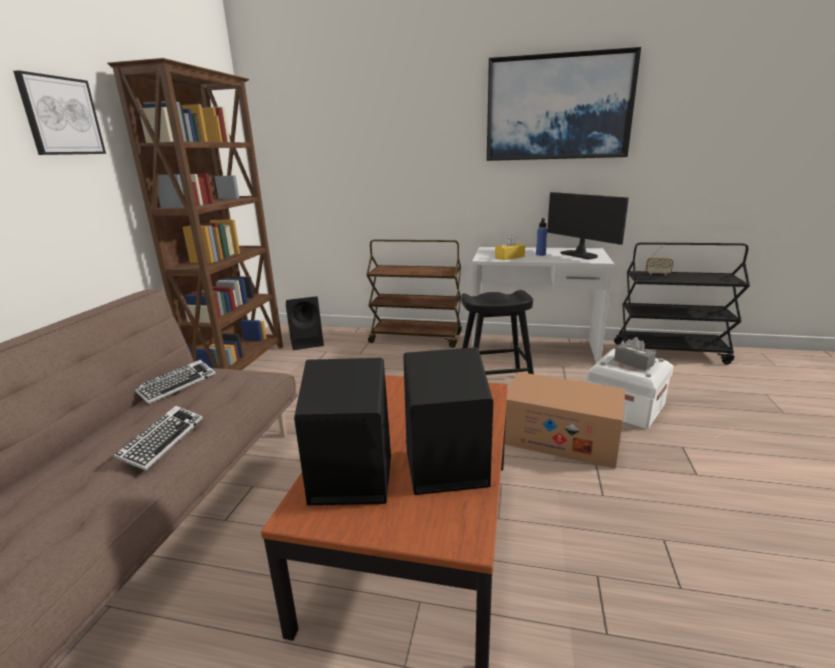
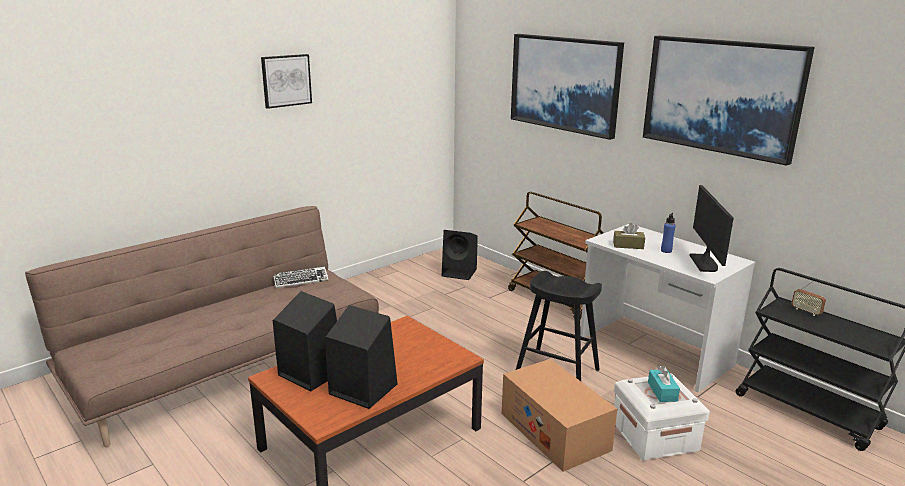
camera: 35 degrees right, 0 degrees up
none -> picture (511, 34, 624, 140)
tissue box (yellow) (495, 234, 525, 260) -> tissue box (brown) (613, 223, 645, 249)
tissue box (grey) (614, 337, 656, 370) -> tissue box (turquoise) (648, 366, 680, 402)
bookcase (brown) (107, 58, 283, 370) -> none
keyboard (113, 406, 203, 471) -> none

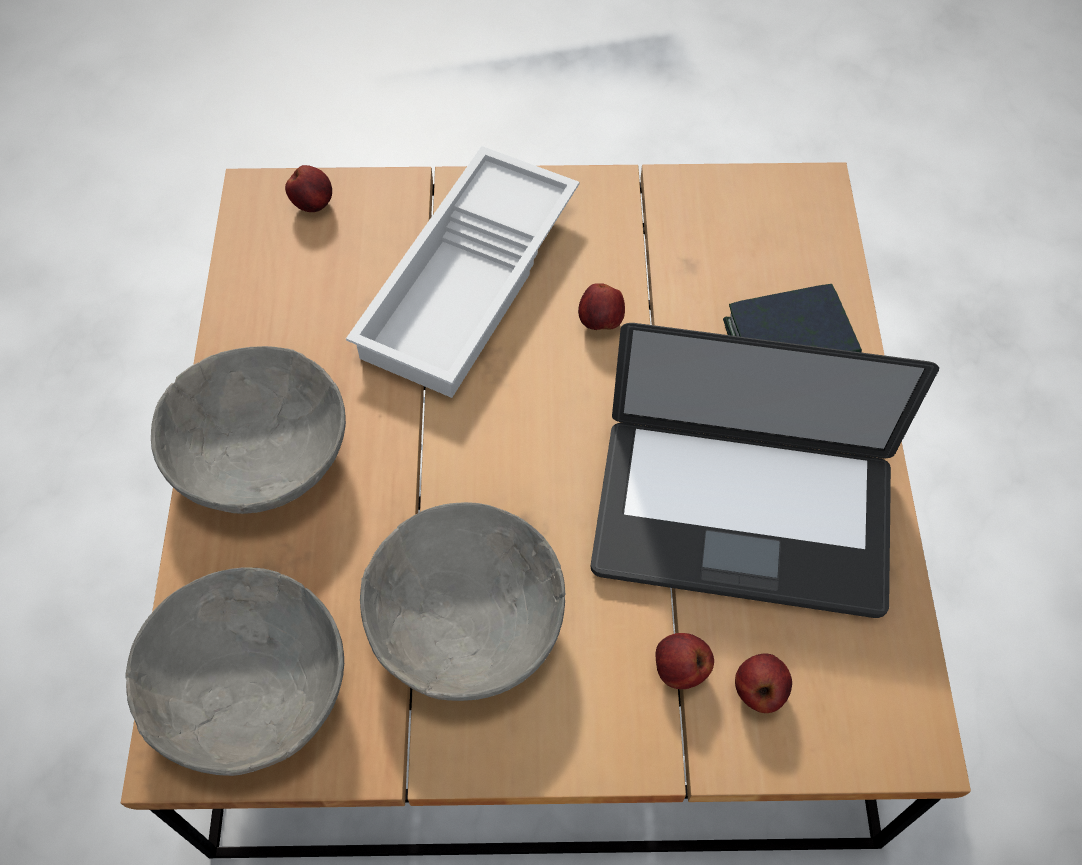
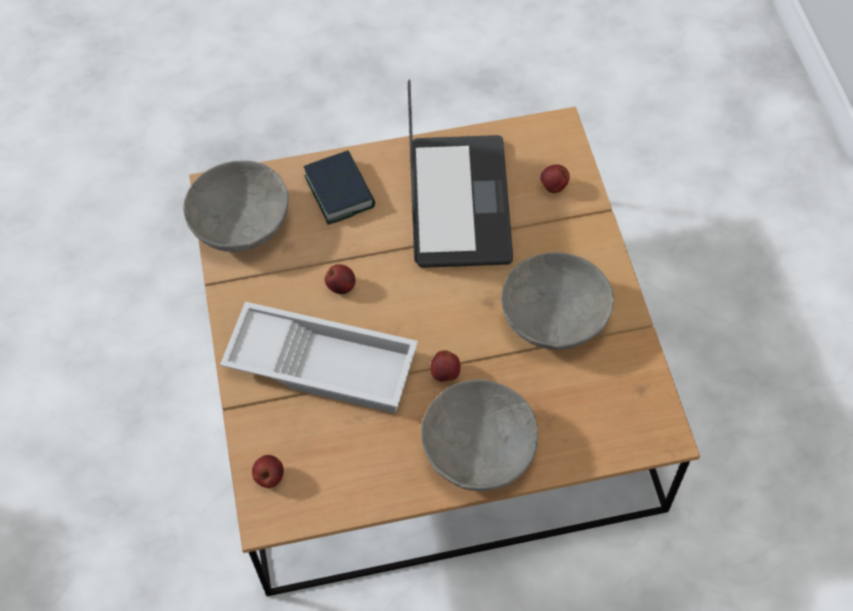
camera: 100 degrees left, 0 degrees up
bowl (grey) (125, 567, 344, 776) -> bowl (grey) (183, 161, 289, 252), move
apple (655, 633, 714, 689) -> apple (430, 350, 461, 381), move

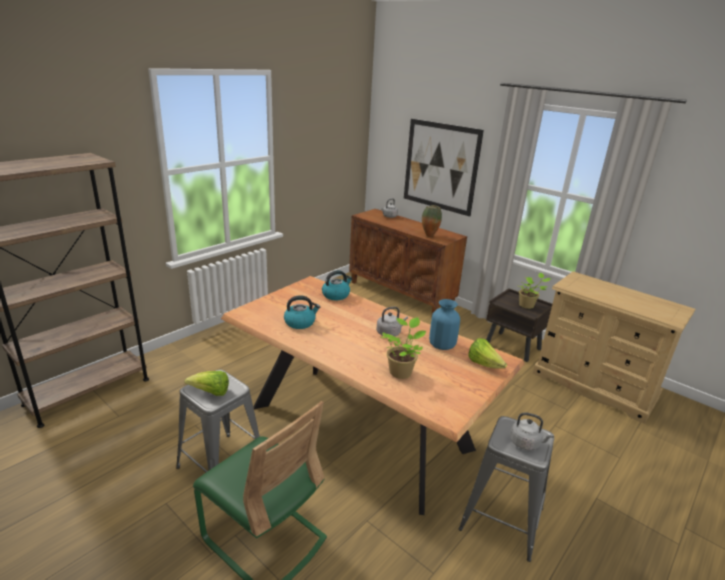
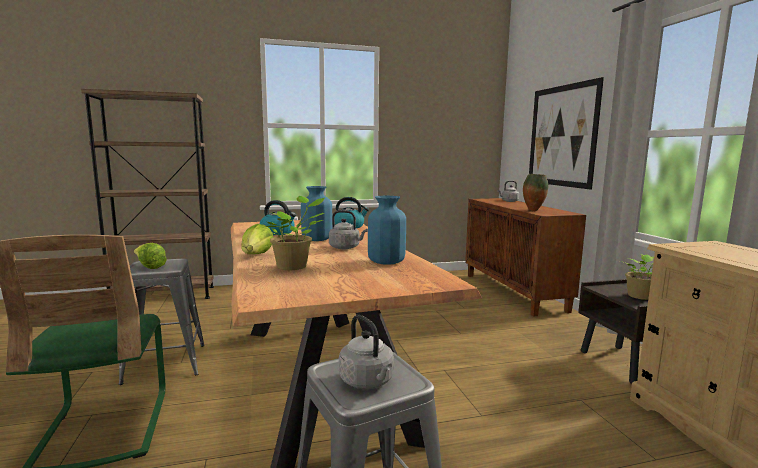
camera: 35 degrees right, 15 degrees down
lettuce (468, 338, 507, 369) -> lettuce (241, 224, 273, 254), move
none -> vase (blue) (301, 186, 332, 241)

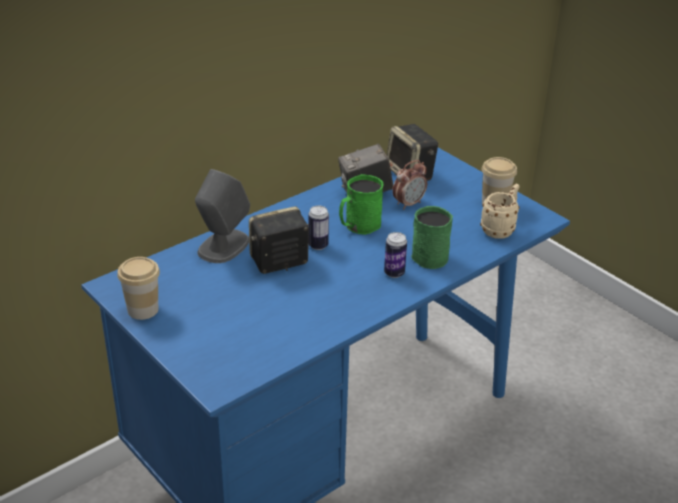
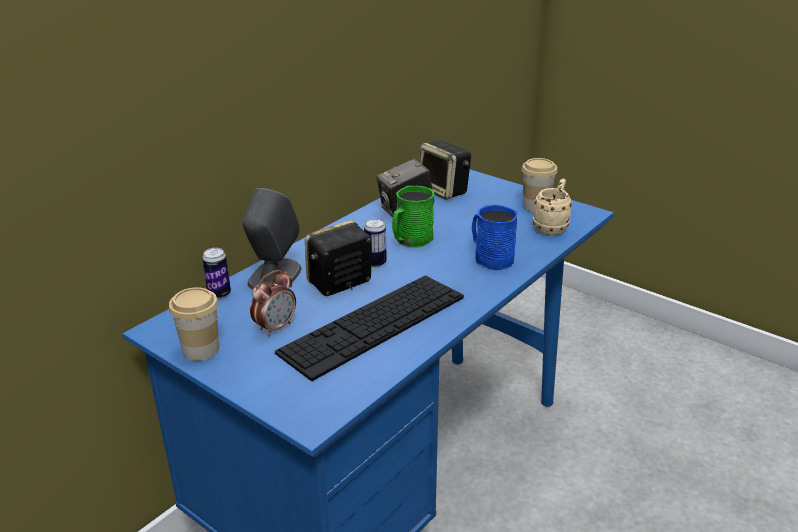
camera: 10 degrees left, 5 degrees down
can (384, 232, 407, 278) -> can (202, 248, 231, 299), move
alarm clock (392, 160, 427, 210) -> alarm clock (250, 270, 296, 336), move
none -> keyboard (275, 275, 464, 381)
mug (green) (411, 206, 453, 269) -> mug (blue) (472, 205, 517, 270)

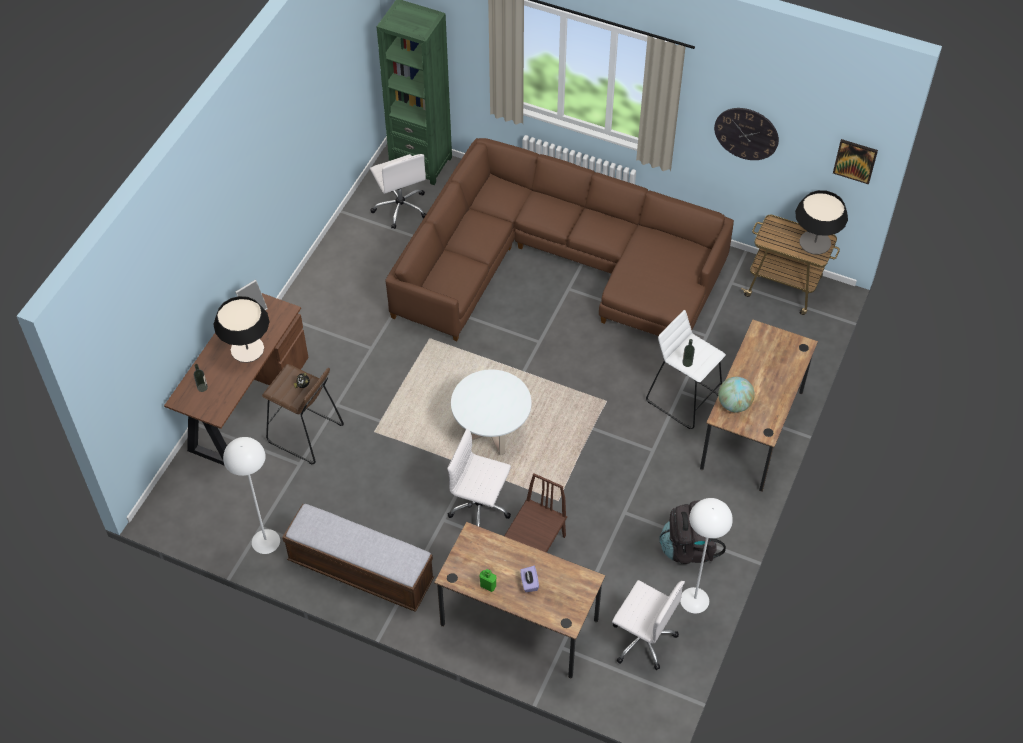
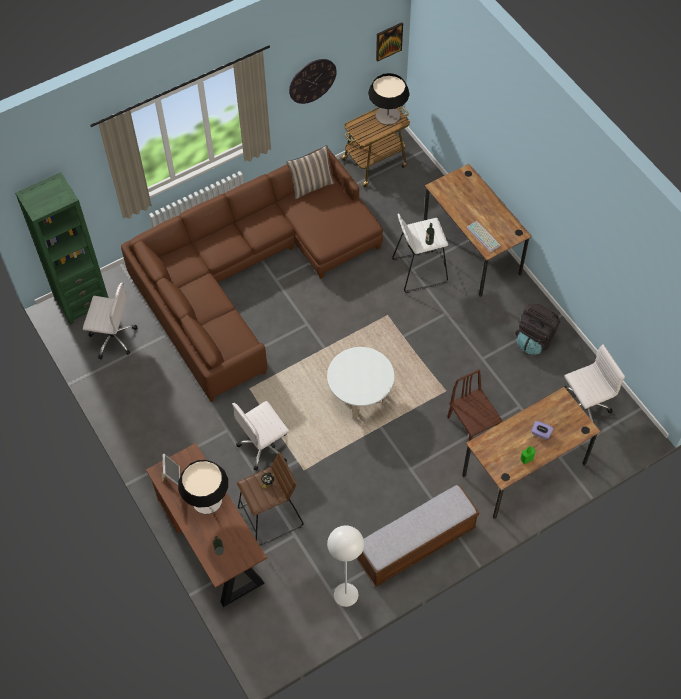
camera: 55 degrees left, 5 degrees up
office chair (white) (447, 429, 511, 527) -> office chair (white) (232, 401, 290, 471), move
none -> pillow (286, 145, 335, 199)
globe (718, 377, 755, 412) -> keyboard (467, 221, 501, 252)
floor lamp (white) (680, 498, 733, 613) -> none

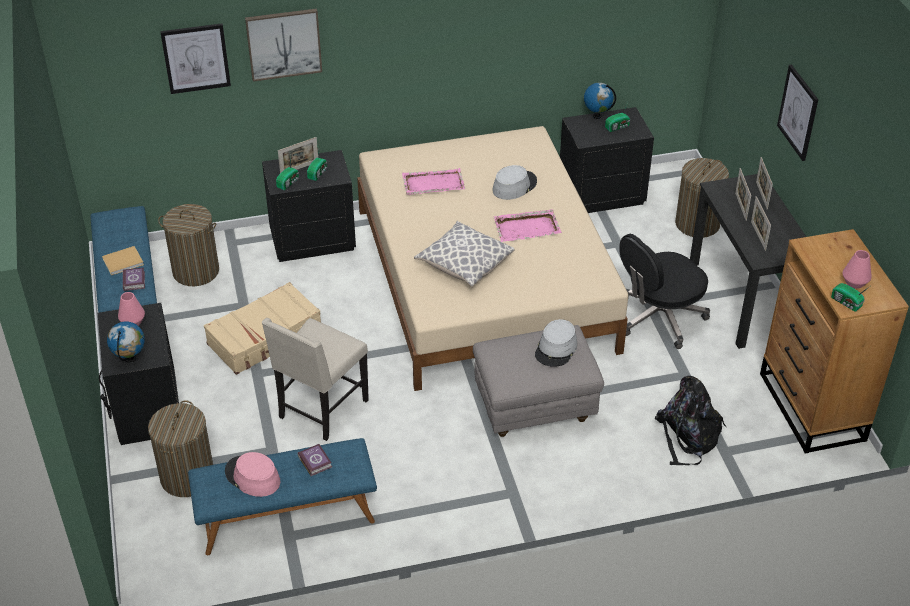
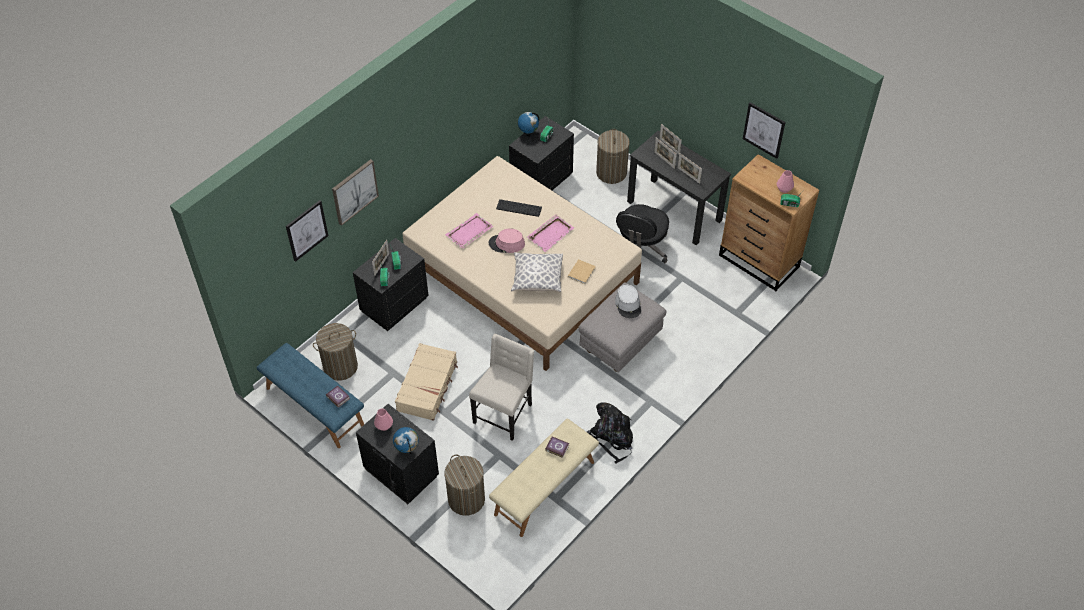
camera: 35 degrees left, 10 degrees up
chair (beige) (262, 318, 369, 441) -> chair (beige) (469, 334, 534, 441), 150 degrees counterclockwise
hat (pink) (225, 452, 280, 497) -> hat (pink) (489, 228, 525, 253), move
bench (blue) (188, 438, 377, 556) -> bench (beige) (489, 419, 599, 537)
hat (grey) (492, 165, 537, 200) -> keyboard (496, 199, 542, 217)
book (beige) (102, 246, 144, 275) -> book (beige) (568, 259, 596, 284), move
backpack (black) (655, 376, 726, 465) -> backpack (black) (587, 402, 633, 464), move
picture (777, 65, 818, 161) -> picture (743, 102, 786, 159), move

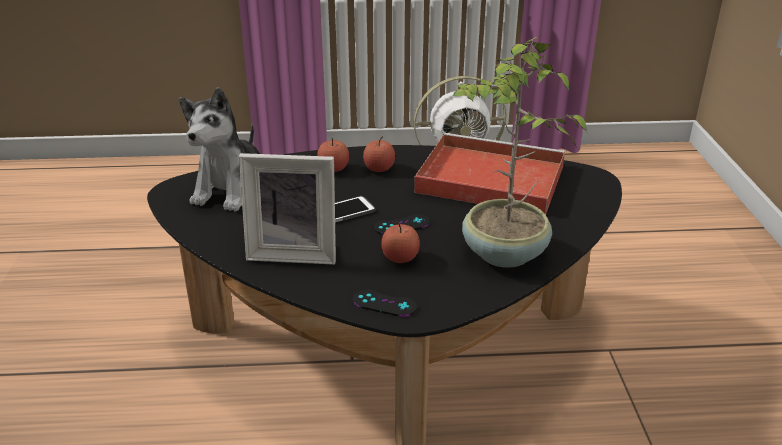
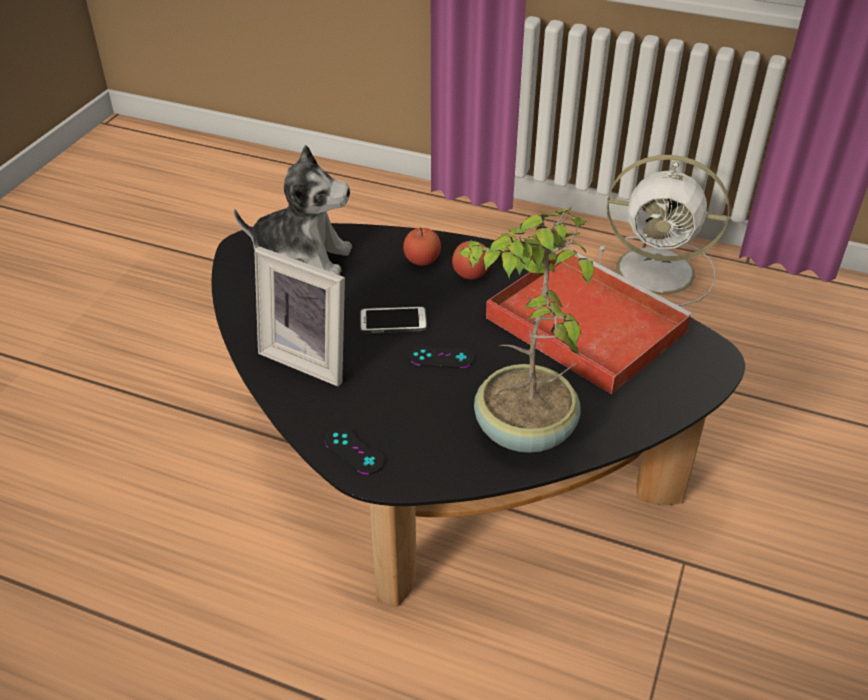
camera: 25 degrees right, 10 degrees up
plush toy (179, 87, 260, 212) -> plush toy (234, 145, 352, 275), 120 degrees counterclockwise
apple (381, 221, 420, 263) -> none

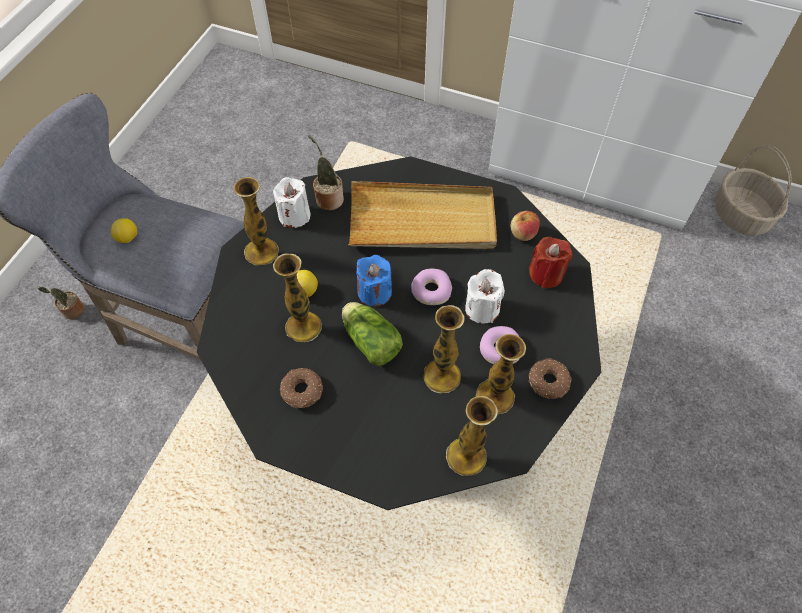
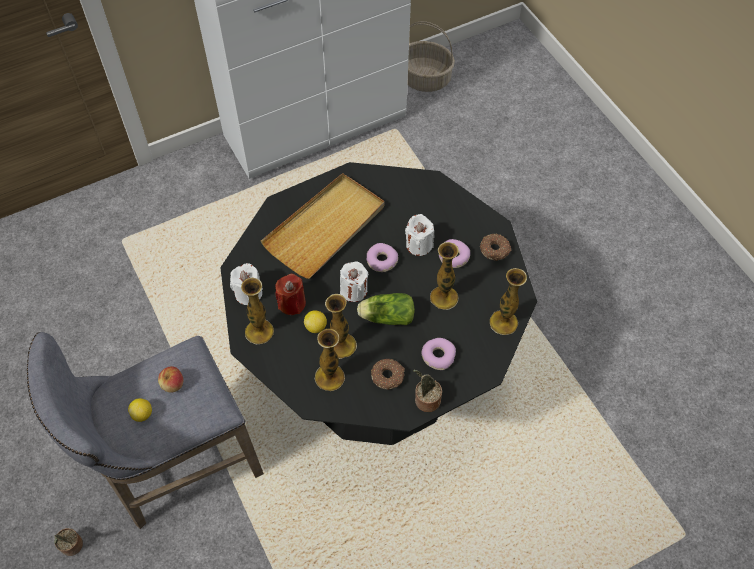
camera: 50 degrees left, 0 degrees up
apple (511, 211, 540, 241) -> apple (158, 366, 183, 392), move
candle (red) (529, 237, 573, 288) -> candle (red) (275, 274, 306, 315), move
vase (476, 334, 526, 414) -> vase (315, 329, 345, 391), move
candle (blue) (356, 255, 392, 307) -> candle (white) (340, 261, 369, 302)
potted plant (308, 135, 344, 211) -> potted plant (413, 370, 442, 412), move
none -> donut (421, 338, 456, 370)

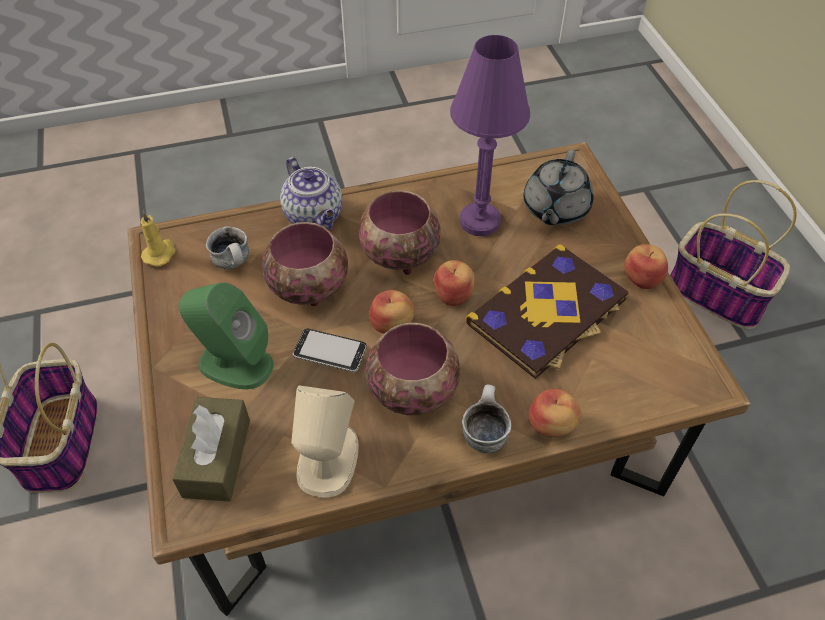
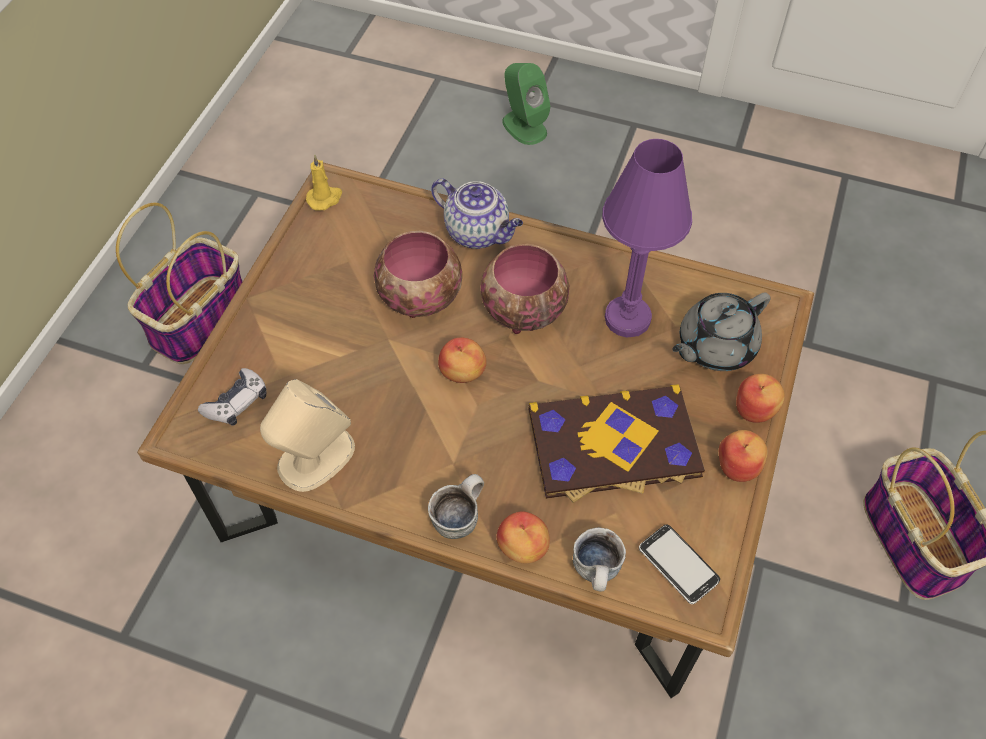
camera: 35 degrees right, 5 degrees up
tissue box (brown) (172, 397, 250, 502) -> game controller (198, 368, 266, 426)
teapot (280, 157, 343, 230) -> teapot (431, 178, 523, 249), 60 degrees counterclockwise
speaker (green) (178, 282, 274, 390) -> speaker (green) (502, 63, 551, 145), move
mug (206, 226, 249, 269) -> mug (573, 527, 626, 592), move
phone (293, 329, 367, 372) -> phone (639, 524, 720, 604), move
apple (433, 260, 475, 306) -> apple (736, 374, 785, 423), move
bowl (365, 323, 460, 415) -> none

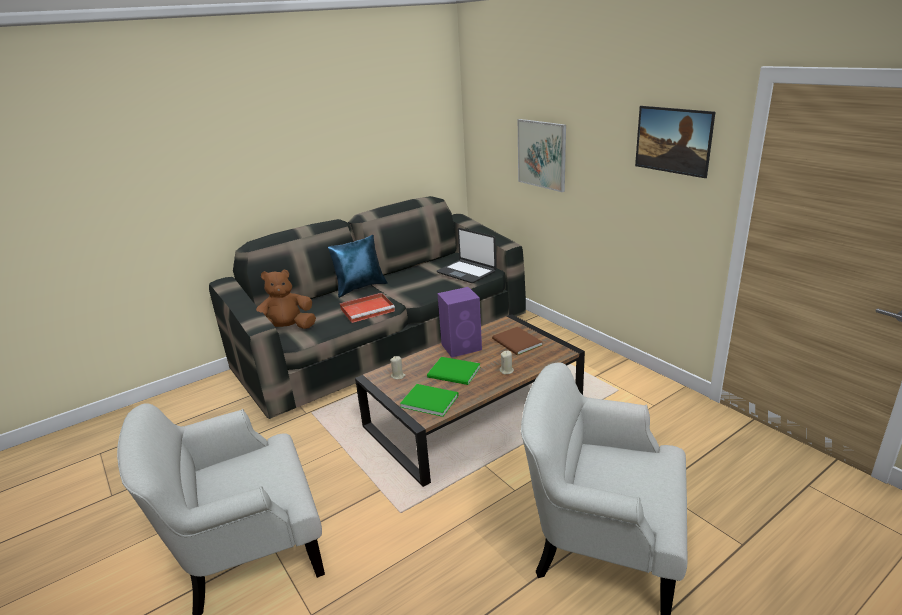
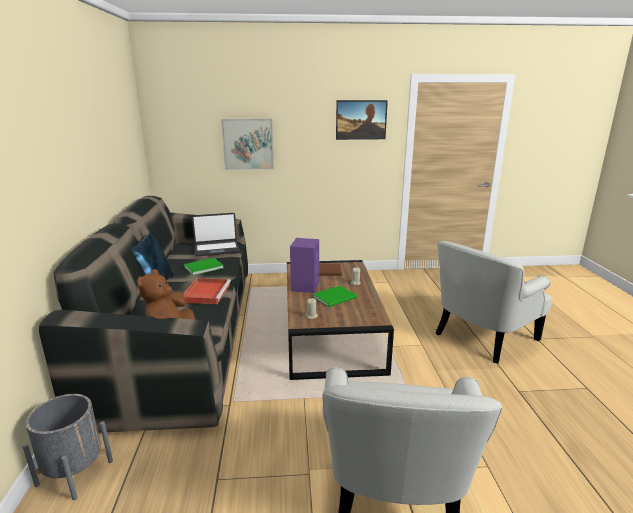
camera: 60 degrees left, 5 degrees down
none -> planter (grey) (22, 394, 113, 501)
book (green) (400, 384, 459, 417) -> book (green) (184, 258, 223, 275), move

